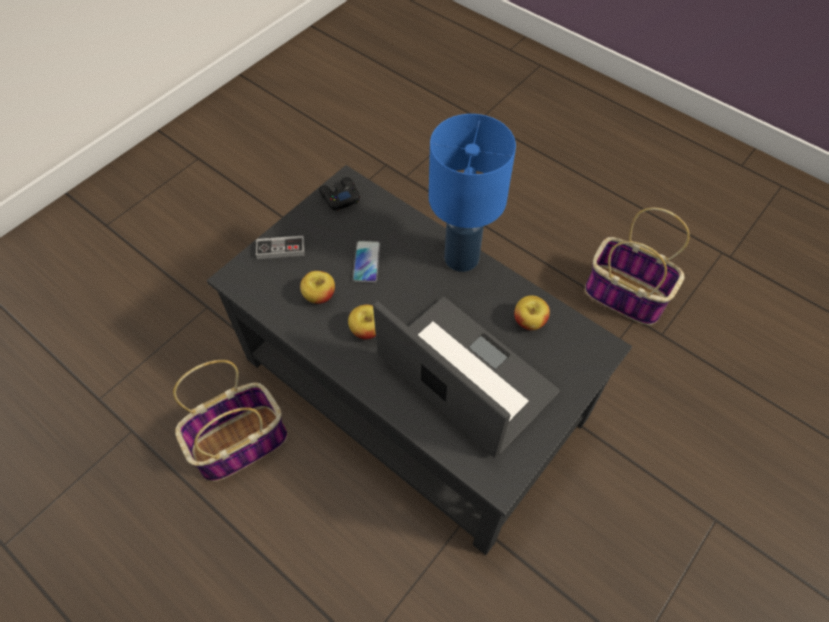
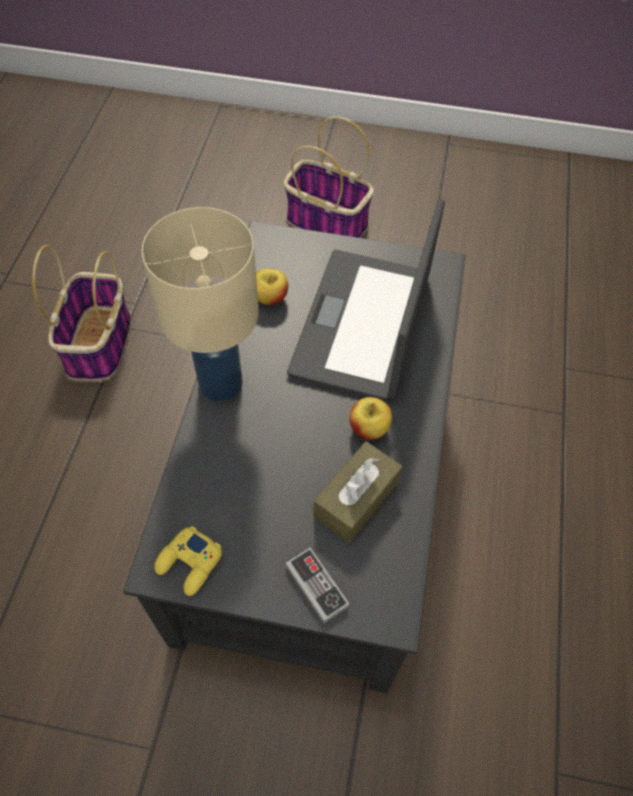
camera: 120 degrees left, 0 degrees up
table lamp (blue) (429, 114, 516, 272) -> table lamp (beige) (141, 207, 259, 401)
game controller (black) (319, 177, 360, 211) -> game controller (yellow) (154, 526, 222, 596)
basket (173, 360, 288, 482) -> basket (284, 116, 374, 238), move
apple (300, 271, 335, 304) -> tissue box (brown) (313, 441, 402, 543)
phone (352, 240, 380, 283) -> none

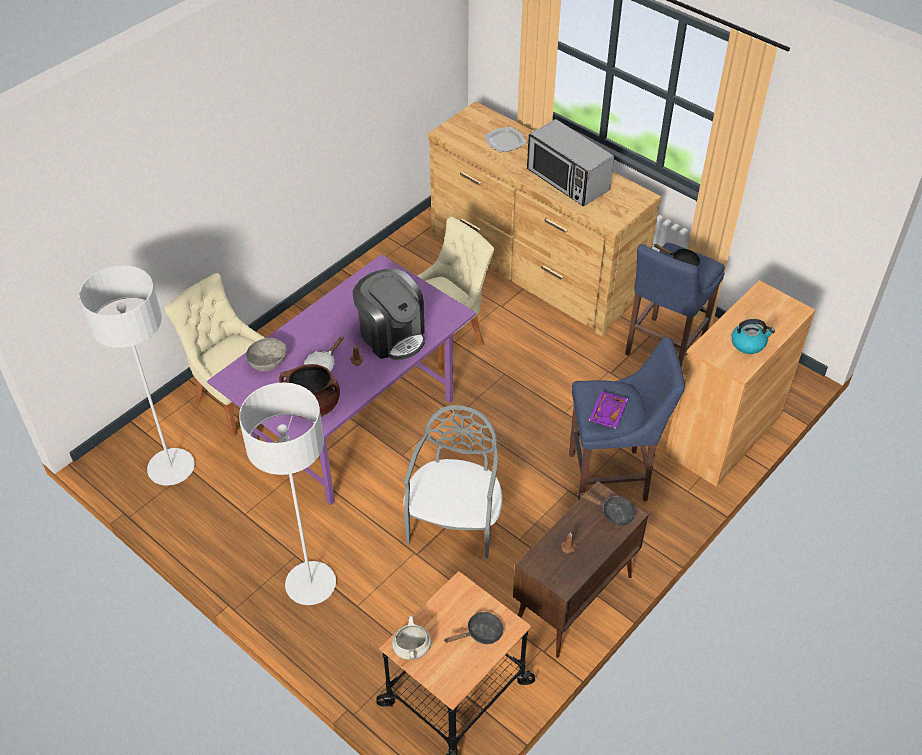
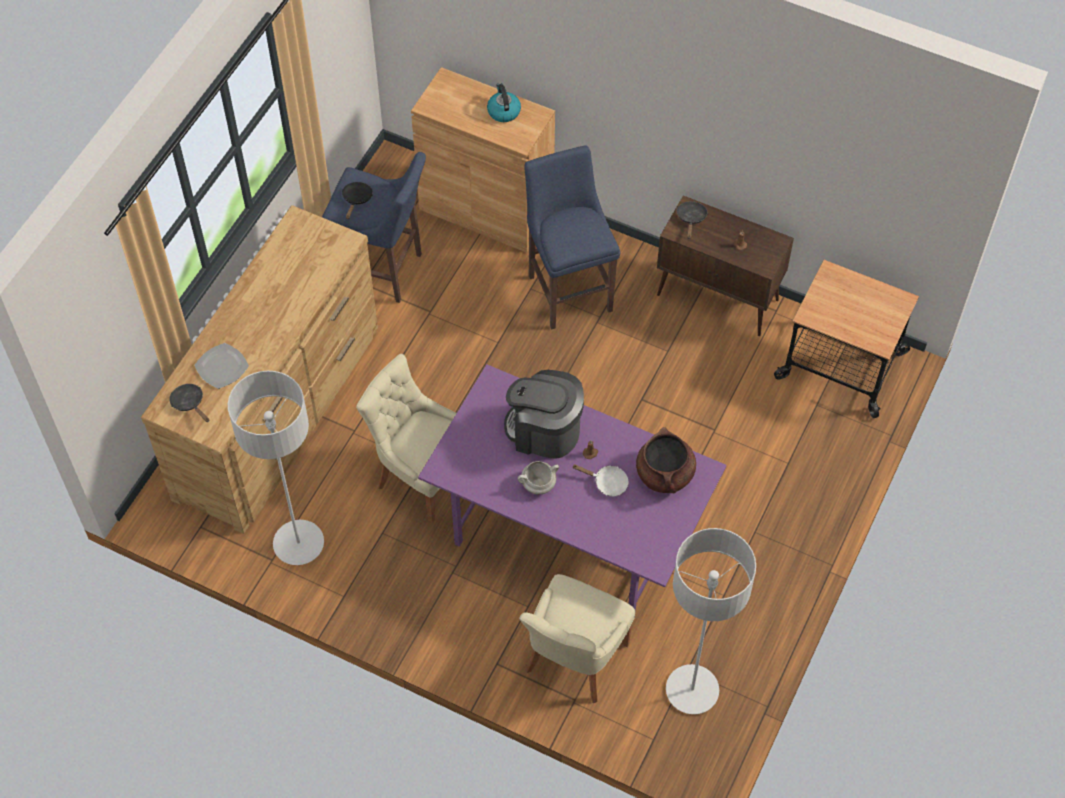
camera: 105 degrees left, 10 degrees up
frying pan (black) (444, 612, 504, 644) -> frying pan (black) (169, 384, 209, 422), move
floor lamp (grey) (239, 382, 336, 605) -> floor lamp (grey) (228, 371, 324, 565), move
coffee machine (353, 268, 425, 360) -> coffee machine (504, 370, 584, 459), 105 degrees counterclockwise
cooking pot (white) (392, 615, 432, 660) -> cooking pot (white) (518, 461, 559, 494), move
bowl (grey) (246, 338, 287, 371) -> none
chair (grey) (403, 405, 502, 559) -> none
microwave (527, 119, 614, 206) -> none
tray (purple) (588, 391, 628, 429) -> none

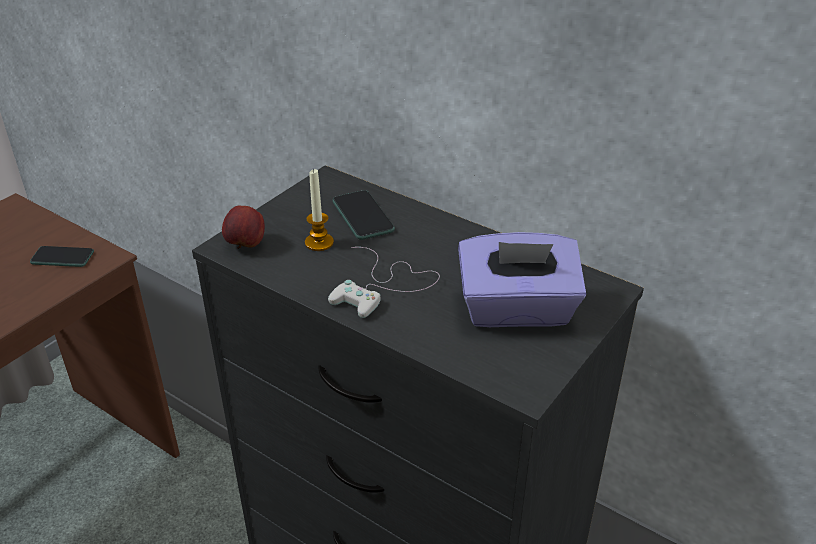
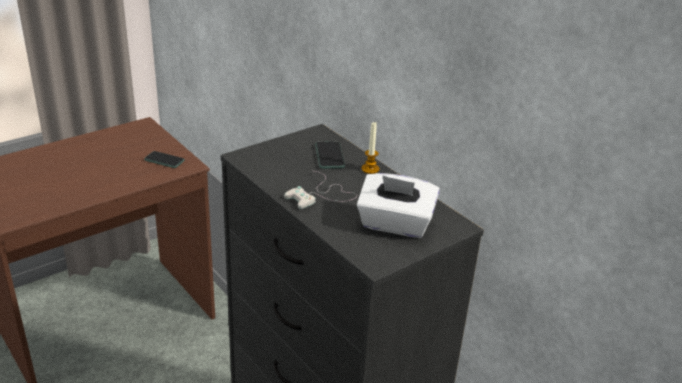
camera: 15 degrees right, 5 degrees down
tissue box (purple) (458, 232, 586, 327) -> tissue box (white) (357, 173, 440, 238)
candle (305, 168, 334, 251) -> candle (361, 122, 380, 174), move
apple (222, 205, 265, 249) -> none

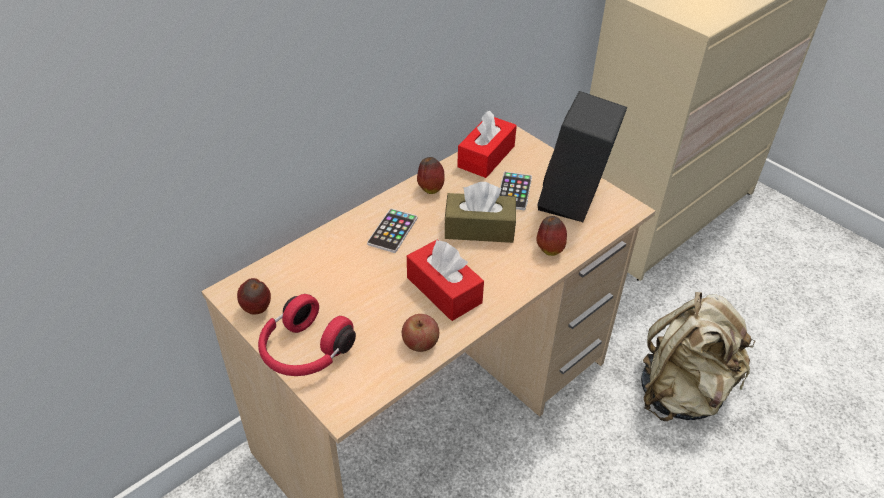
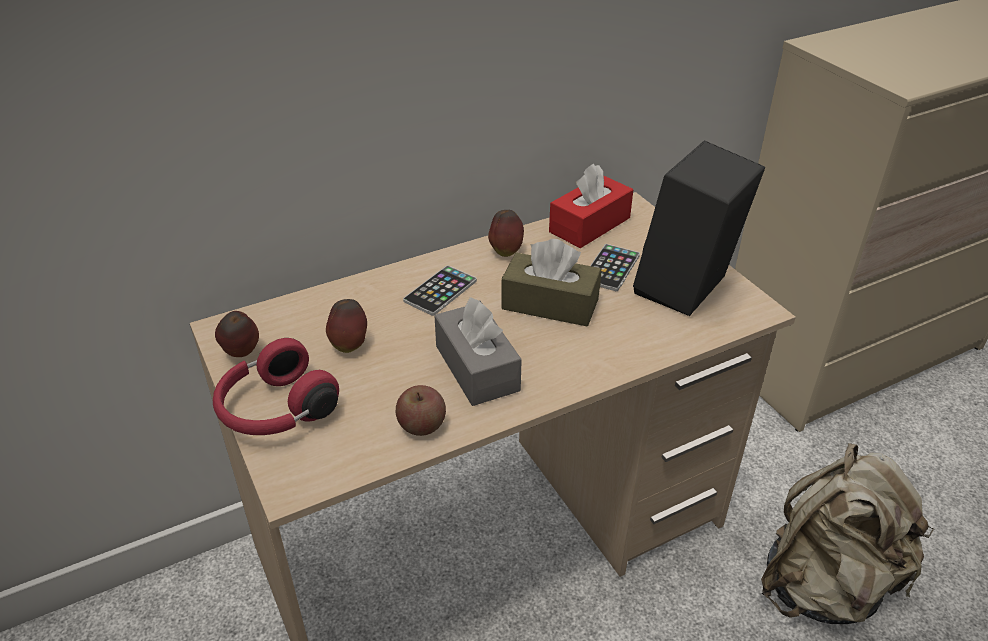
camera: 15 degrees right, 5 degrees down
apple (536, 216, 567, 256) -> apple (326, 299, 367, 353), move
tissue box (red) (407, 239, 484, 321) -> tissue box (grey) (435, 297, 522, 406)

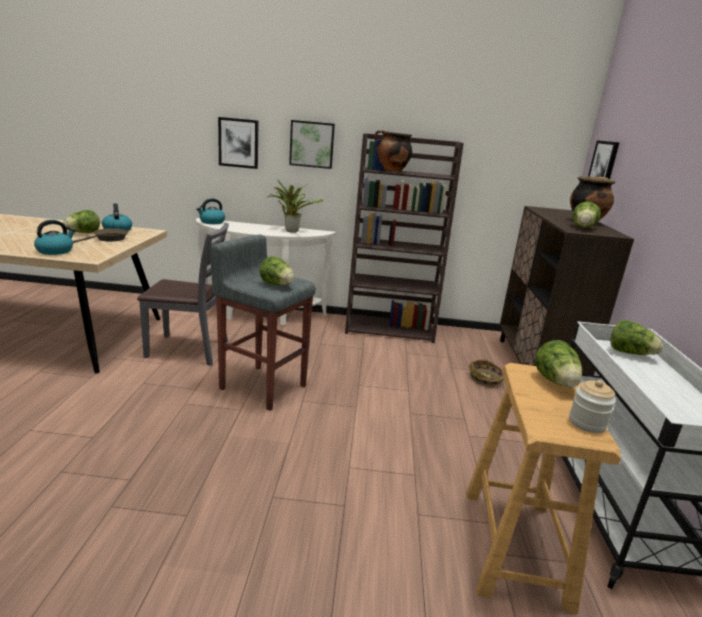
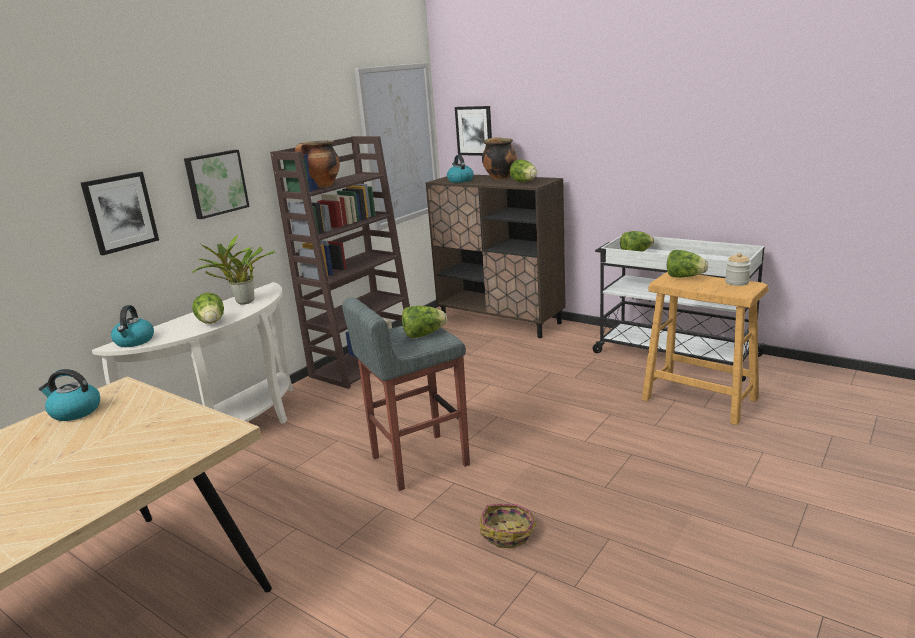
camera: 55 degrees left, 0 degrees up
lettuce (63, 210, 100, 233) -> lettuce (192, 292, 224, 324), move
none -> picture (355, 63, 438, 231)
kettle (34, 220, 75, 255) -> kettle (447, 155, 474, 183), move
basket (468, 360, 504, 386) -> basket (479, 504, 537, 548), move
frying pan (brown) (73, 228, 128, 243) -> none
chair (grey) (137, 222, 229, 366) -> none

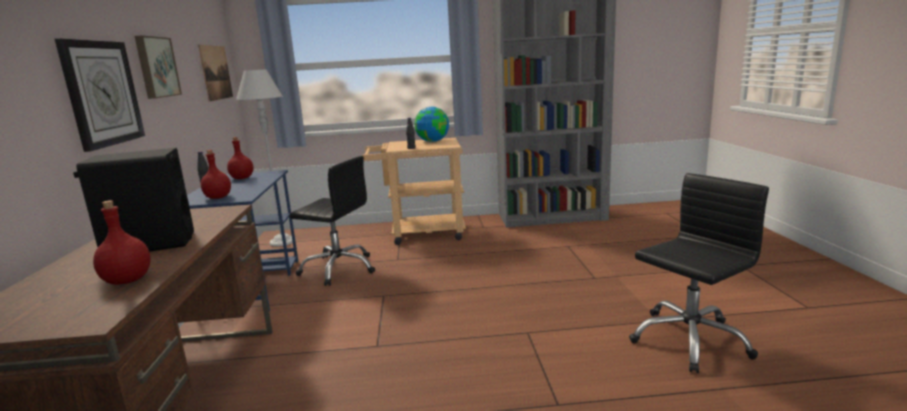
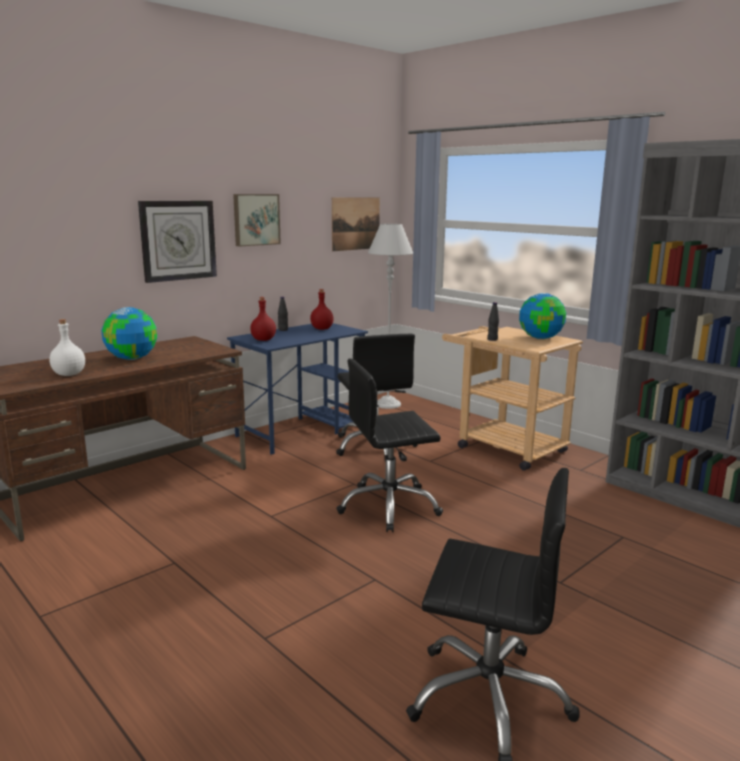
camera: 50 degrees right, 0 degrees up
bottle (red) (93, 200, 151, 285) -> bottle (white) (49, 319, 85, 376)
speaker (black) (73, 148, 194, 252) -> globe (101, 307, 157, 360)
none -> office chair (black) (336, 359, 443, 532)

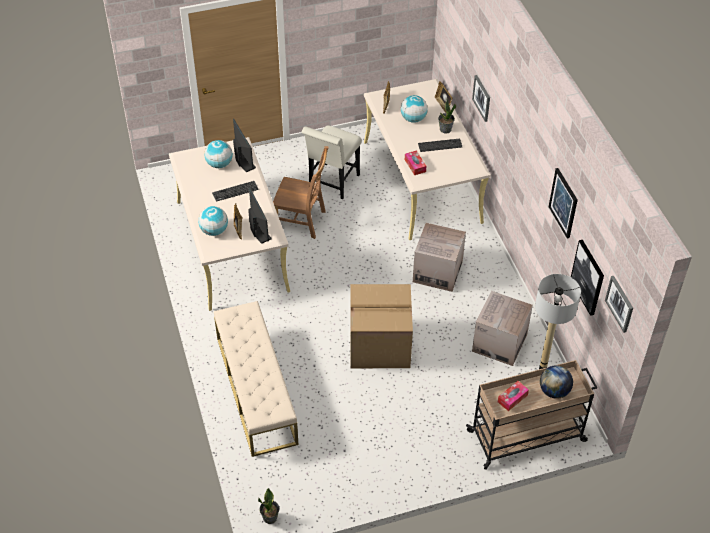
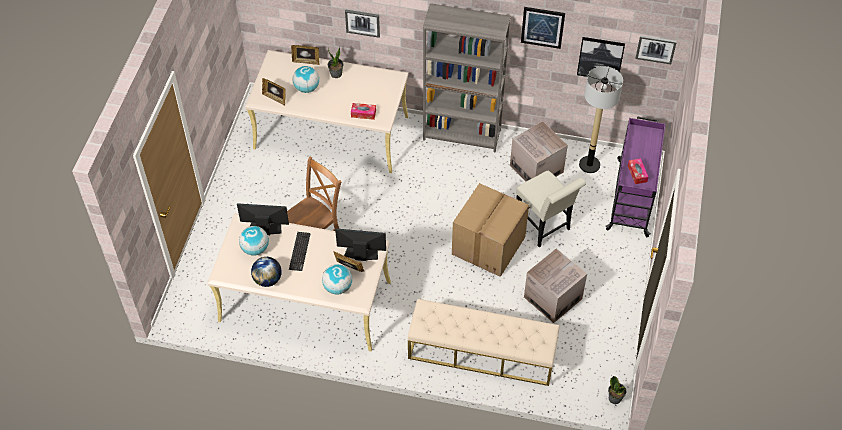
camera: 60 degrees left, 5 degrees up
globe (540, 365, 573, 399) -> globe (251, 257, 282, 287), move
none -> bookcase (grey) (423, 3, 511, 153)
chair (white) (301, 125, 361, 199) -> chair (white) (516, 170, 586, 247), move
cardboard box (413, 223, 466, 292) -> cardboard box (524, 248, 587, 323), move
cart (beige) (466, 360, 598, 470) -> cart (purple) (606, 117, 665, 237)
keyboard (418, 138, 462, 152) -> none

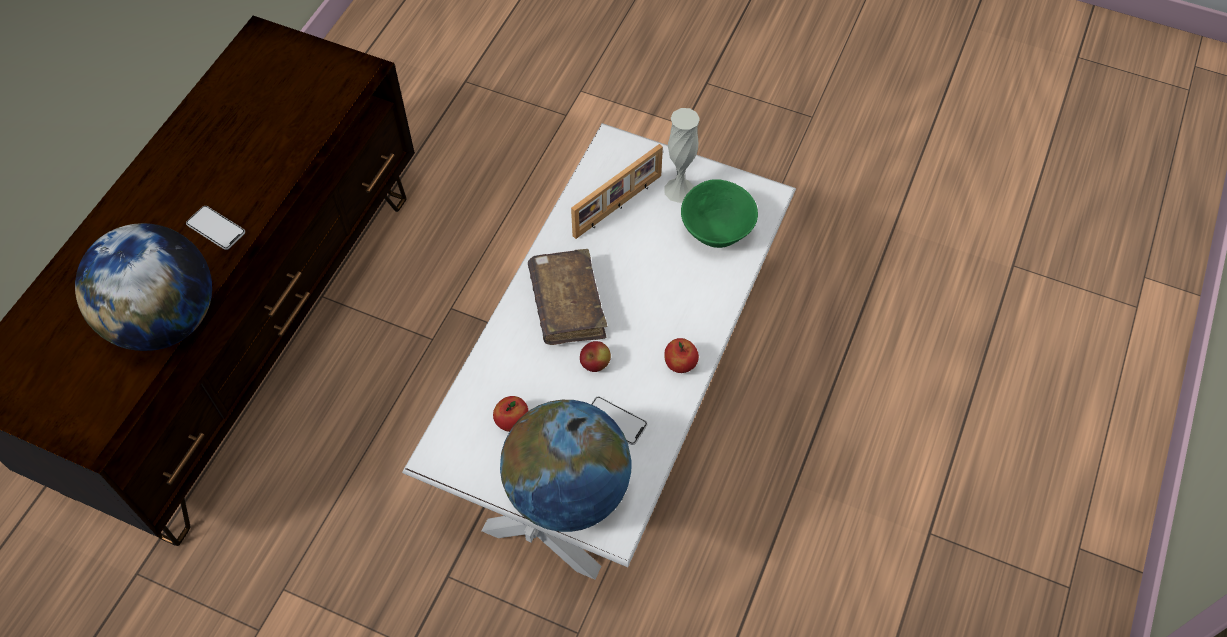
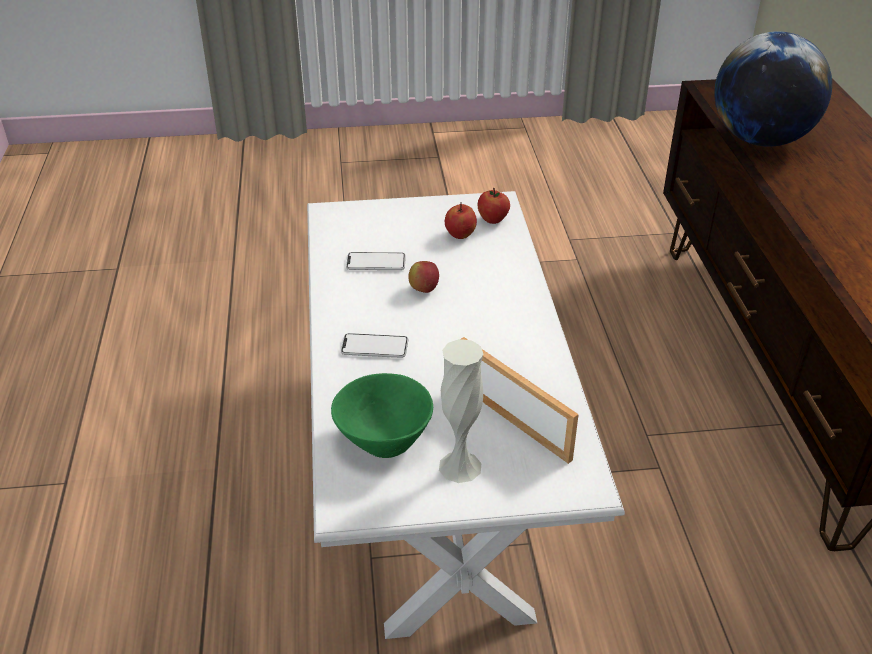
camera: 150 degrees right, 20 degrees down
phone (186, 206, 245, 250) -> phone (341, 333, 408, 358), move
picture frame (571, 144, 663, 239) -> picture frame (461, 337, 579, 464), 120 degrees clockwise
apple (664, 338, 699, 373) -> apple (478, 188, 510, 224), move
globe (500, 400, 631, 532) -> none
book (brown) (528, 249, 607, 345) -> none

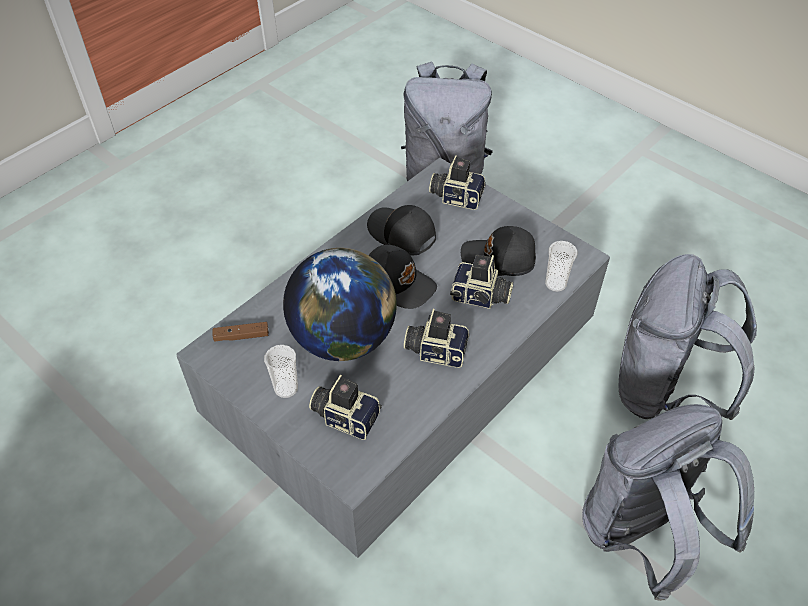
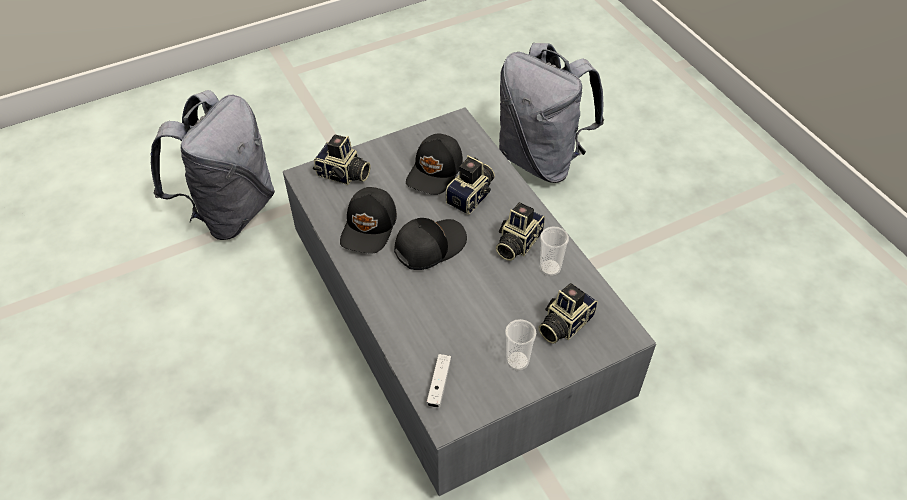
camera: 70 degrees left, 0 degrees up
photo camera (429, 155, 486, 210) -> photo camera (313, 134, 371, 185), 105 degrees counterclockwise
cap (black) (367, 205, 436, 255) -> cap (black) (340, 187, 397, 254), 45 degrees counterclockwise
game controller (brown) (213, 322, 269, 342) -> game controller (white) (426, 354, 451, 408)
cup (545, 241, 577, 292) -> cup (540, 226, 569, 276), move
globe (283, 248, 397, 361) -> none
backpack (grey) (582, 404, 754, 601) -> none

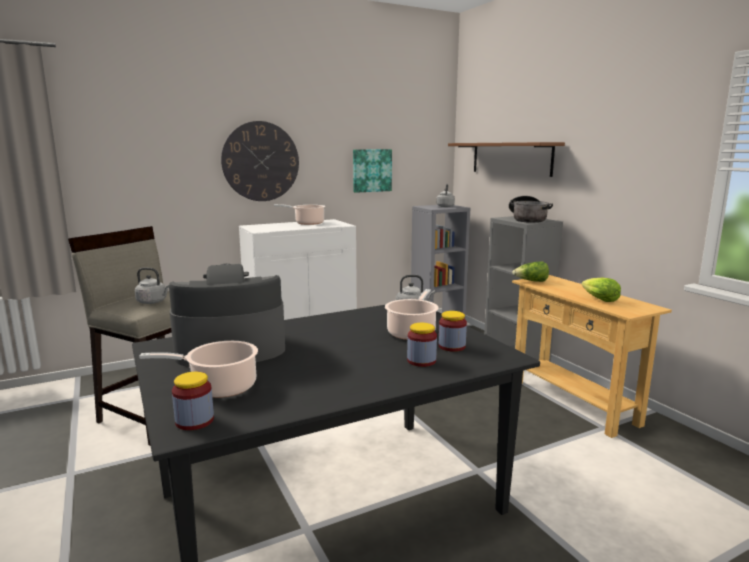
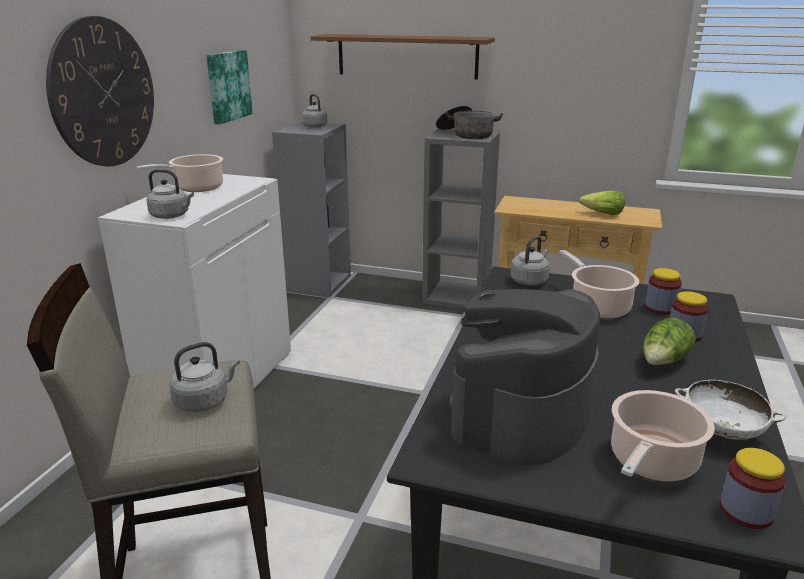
camera: 45 degrees left, 10 degrees up
none -> kettle (grey) (146, 169, 194, 219)
lettuce (512, 262, 549, 282) -> lettuce (643, 318, 696, 365), move
none -> bowl (white) (675, 380, 786, 440)

